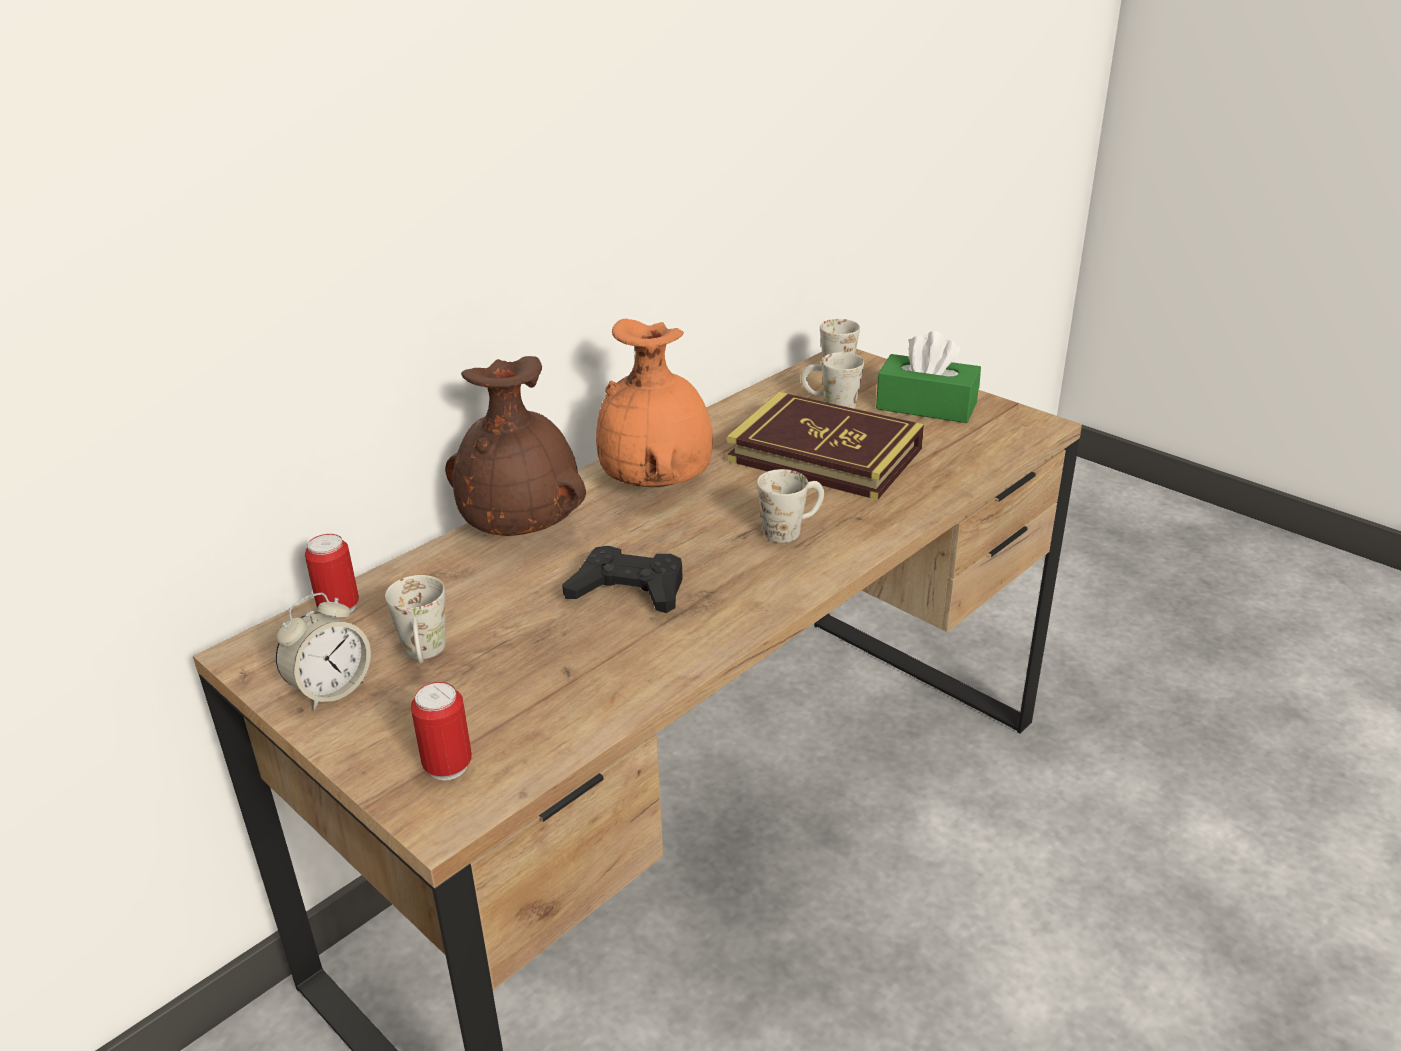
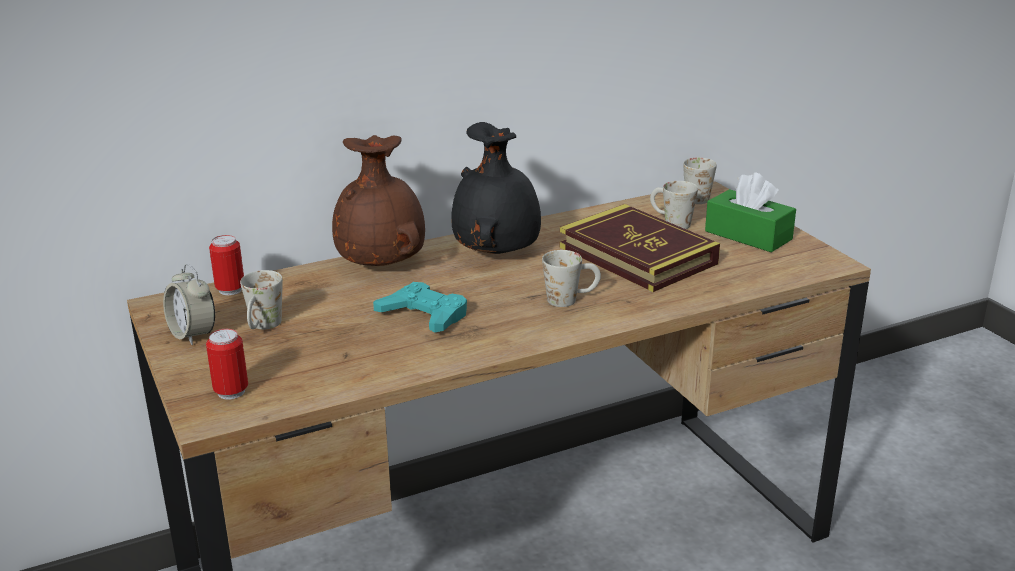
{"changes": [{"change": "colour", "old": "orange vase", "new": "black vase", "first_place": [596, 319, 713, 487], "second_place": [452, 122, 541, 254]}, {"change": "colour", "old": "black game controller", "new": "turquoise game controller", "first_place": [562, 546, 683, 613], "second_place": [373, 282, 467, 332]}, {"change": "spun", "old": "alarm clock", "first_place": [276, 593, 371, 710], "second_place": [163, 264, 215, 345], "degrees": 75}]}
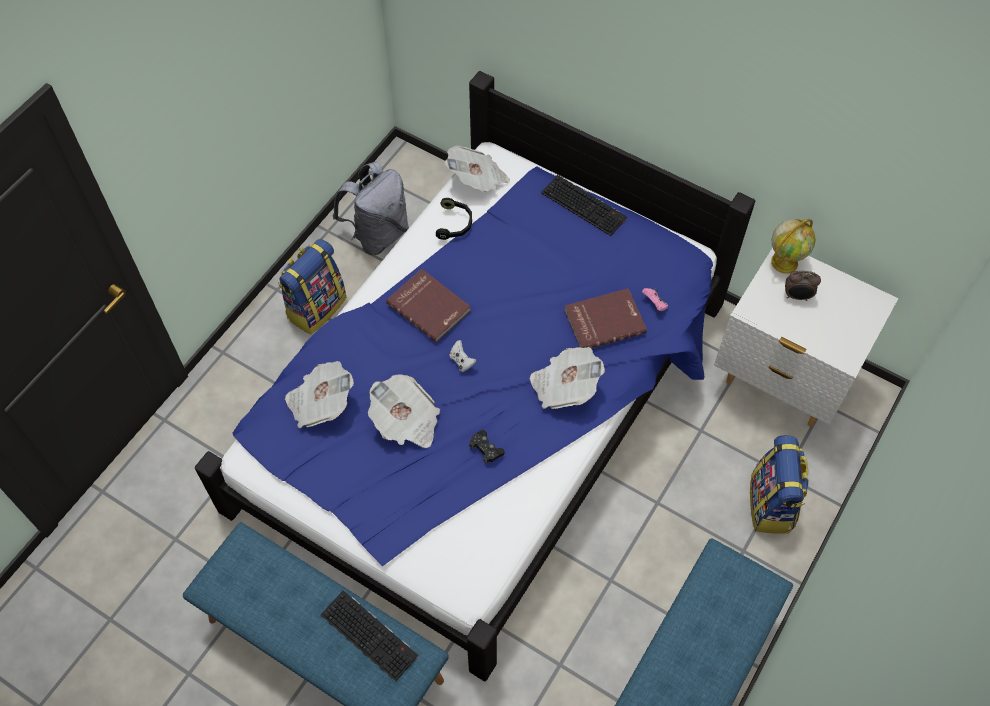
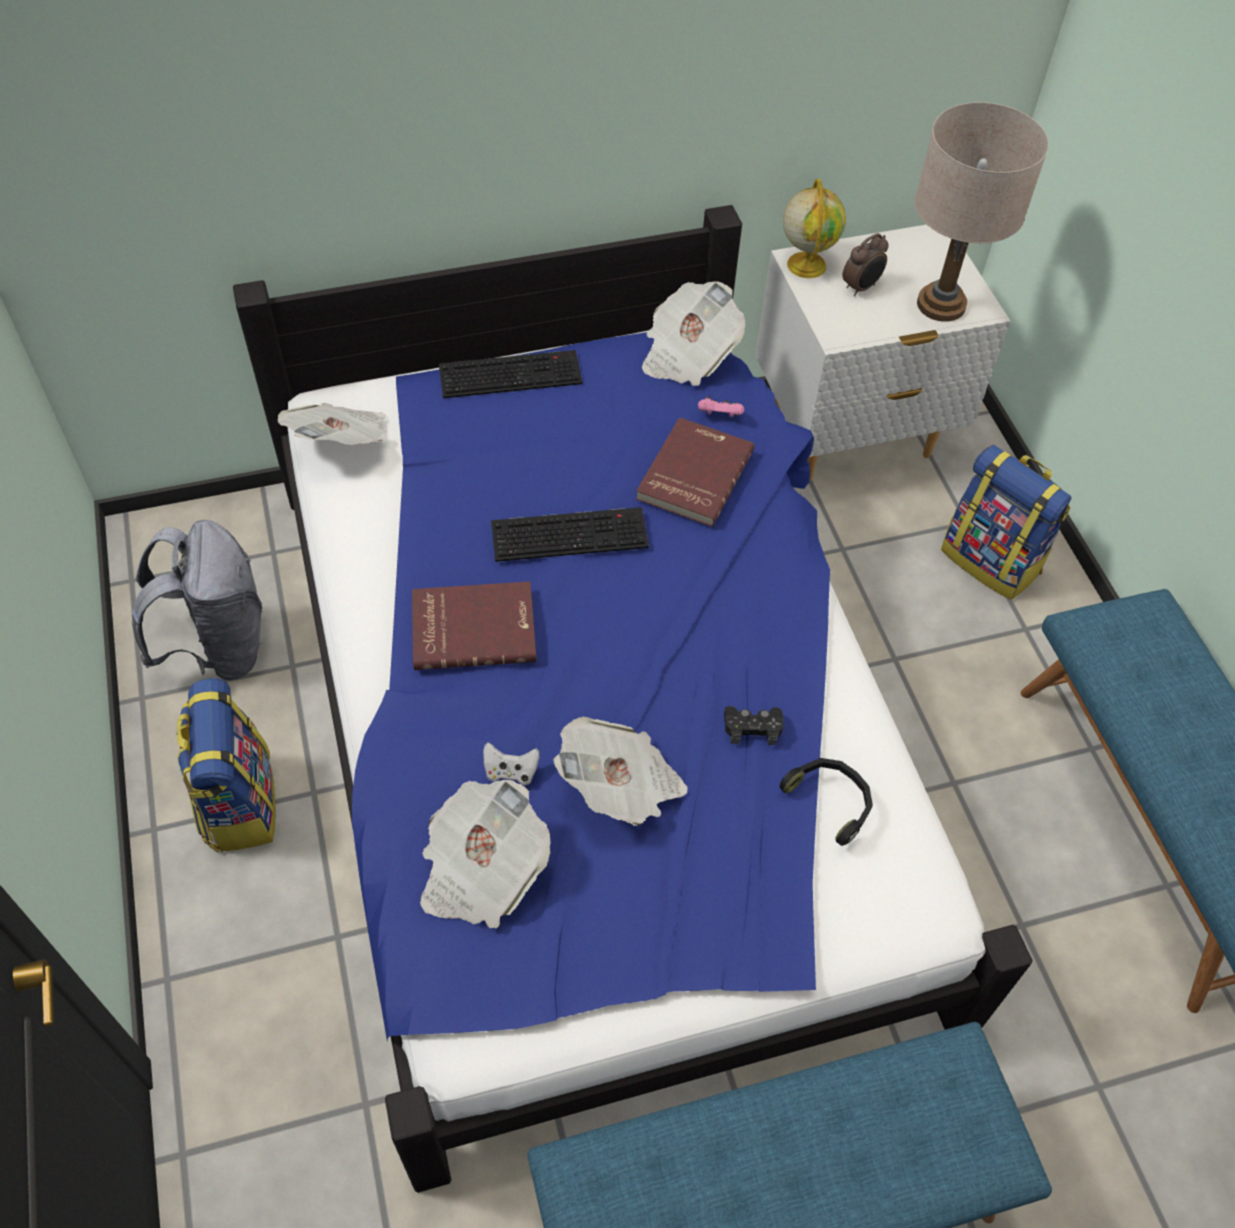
{"changes": [{"change": "relocated", "old": "black headphones", "first_place": [436, 198, 472, 240], "second_place": [779, 758, 873, 846]}, {"change": "relocated", "old": "white game controller", "first_place": [449, 340, 476, 372], "second_place": [483, 742, 539, 785]}, {"change": "relocated", "old": "newspaper", "first_place": [530, 347, 605, 409], "second_place": [642, 281, 745, 386]}, {"change": "relocated", "old": "keyboard", "first_place": [321, 590, 418, 682], "second_place": [491, 507, 649, 562]}, {"change": "appeared", "new": "beige table lamp", "second_place": [915, 102, 1049, 322]}]}
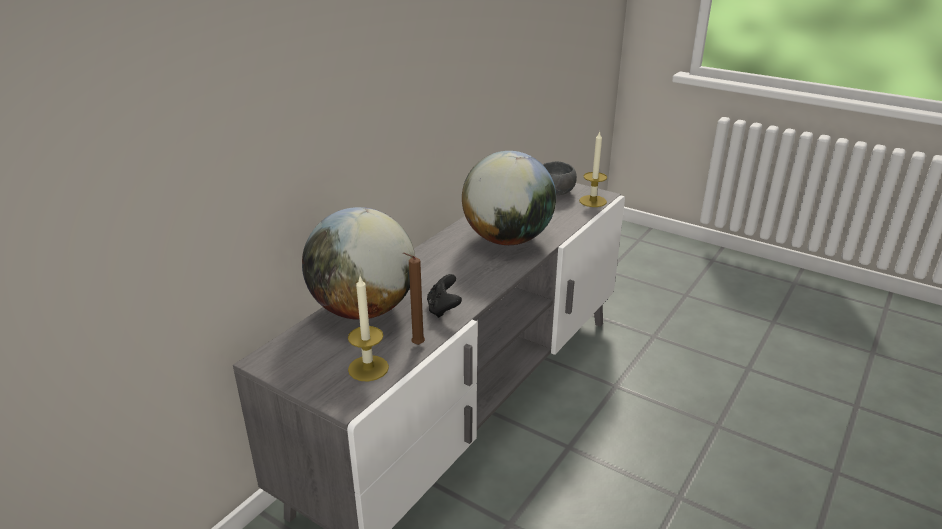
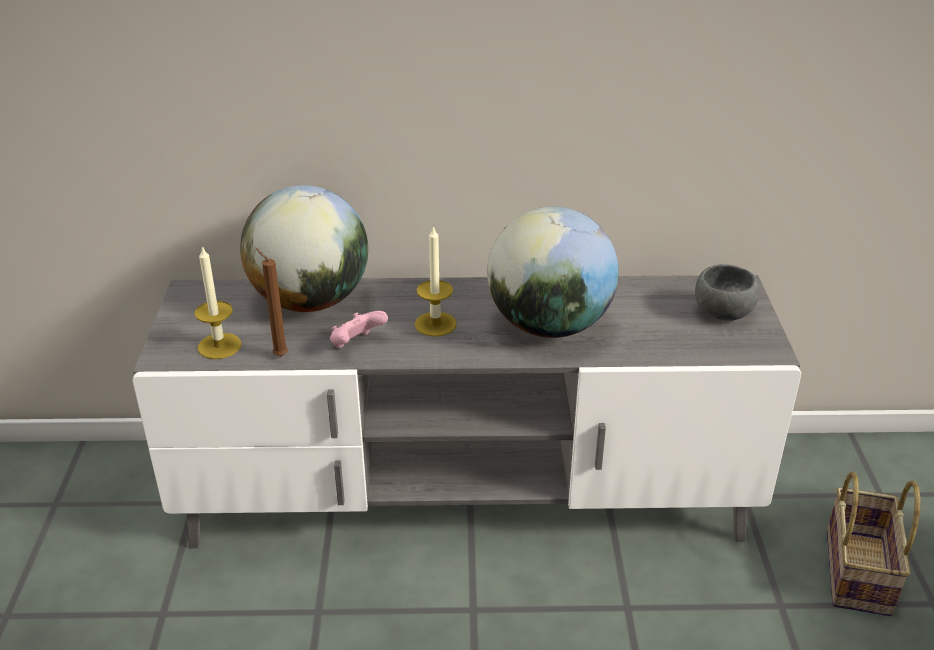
{"changes": [{"change": "relocated", "old": "candle", "first_place": [579, 131, 607, 207], "second_place": [415, 225, 457, 337]}, {"change": "colour", "old": "black game controller", "new": "pink game controller", "first_place": [427, 274, 462, 318], "second_place": [330, 311, 388, 348]}, {"change": "appeared", "new": "basket", "second_place": [827, 471, 921, 616]}]}
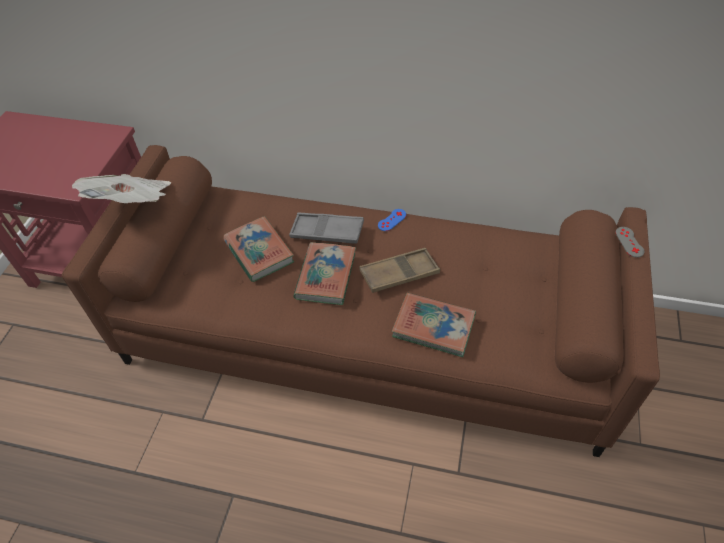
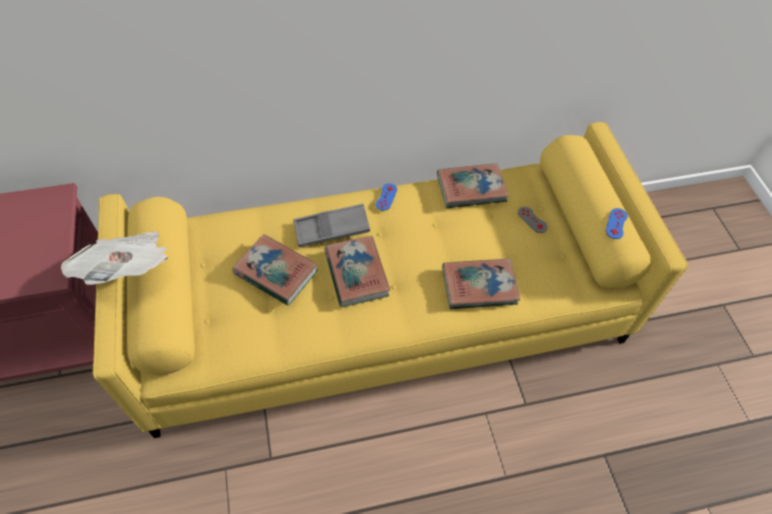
{"changes": [{"change": "colour", "old": "brown sofa", "new": "yellow sofa", "first_place": [62, 145, 660, 457], "second_place": [93, 122, 688, 438]}, {"change": "relocated", "old": "grey game controller", "first_place": [615, 227, 645, 258], "second_place": [518, 207, 548, 233]}, {"change": "missing", "old": "brown tray", "first_place": [359, 248, 440, 293]}, {"change": "appeared", "new": "book", "second_place": [437, 163, 509, 208]}, {"change": "appeared", "new": "blue game controller", "second_place": [606, 208, 628, 239]}]}
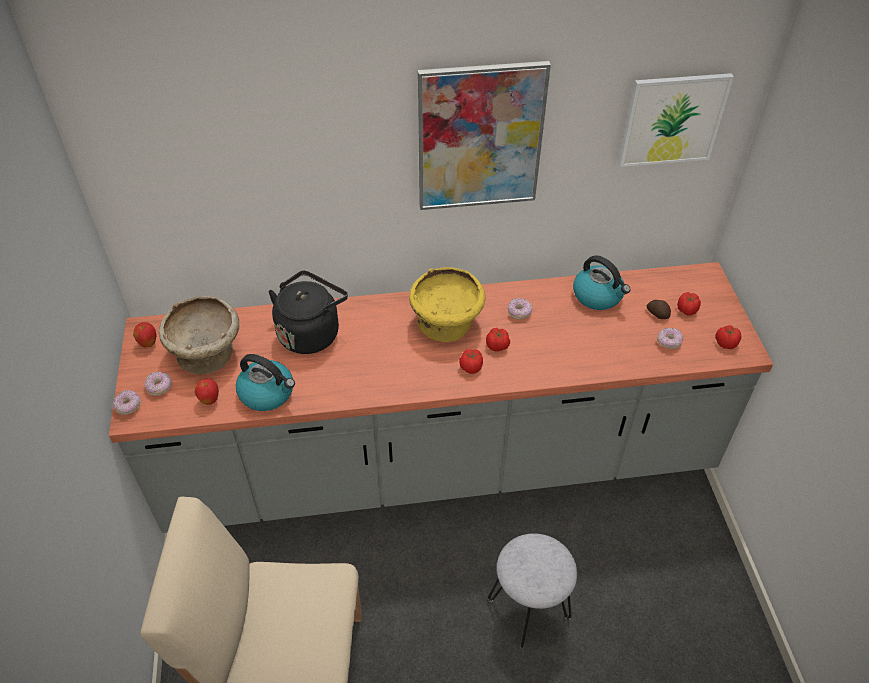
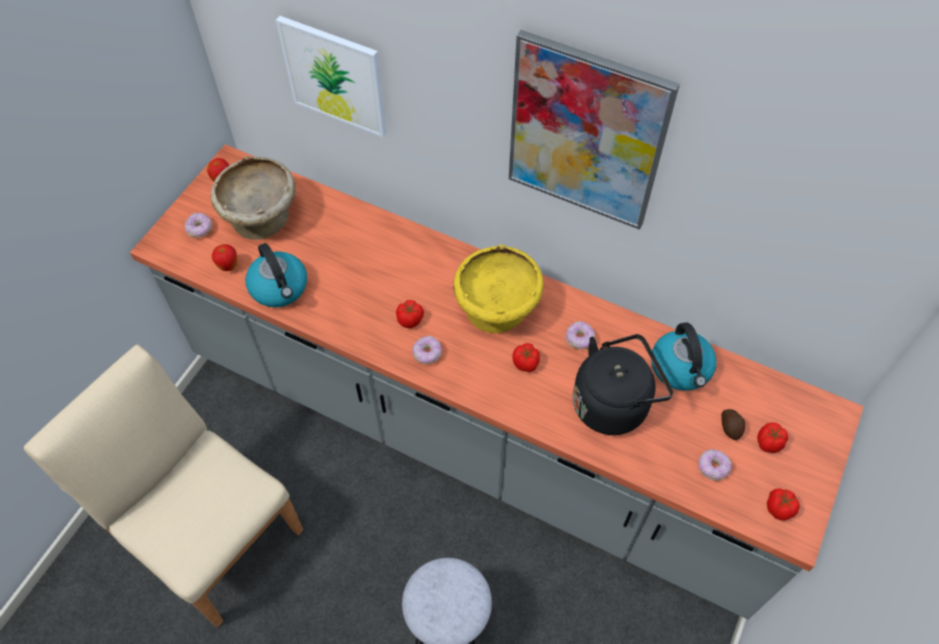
{"changes": [{"change": "relocated", "old": "picture", "first_place": [619, 73, 734, 167], "second_place": [276, 16, 387, 137]}, {"change": "relocated", "old": "black kettle", "first_place": [268, 271, 348, 354], "second_place": [573, 334, 673, 435]}, {"change": "relocated", "old": "tomato", "first_place": [459, 349, 483, 374], "second_place": [396, 300, 424, 328]}, {"change": "relocated", "old": "donut", "first_place": [113, 390, 141, 415], "second_place": [412, 336, 442, 364]}]}
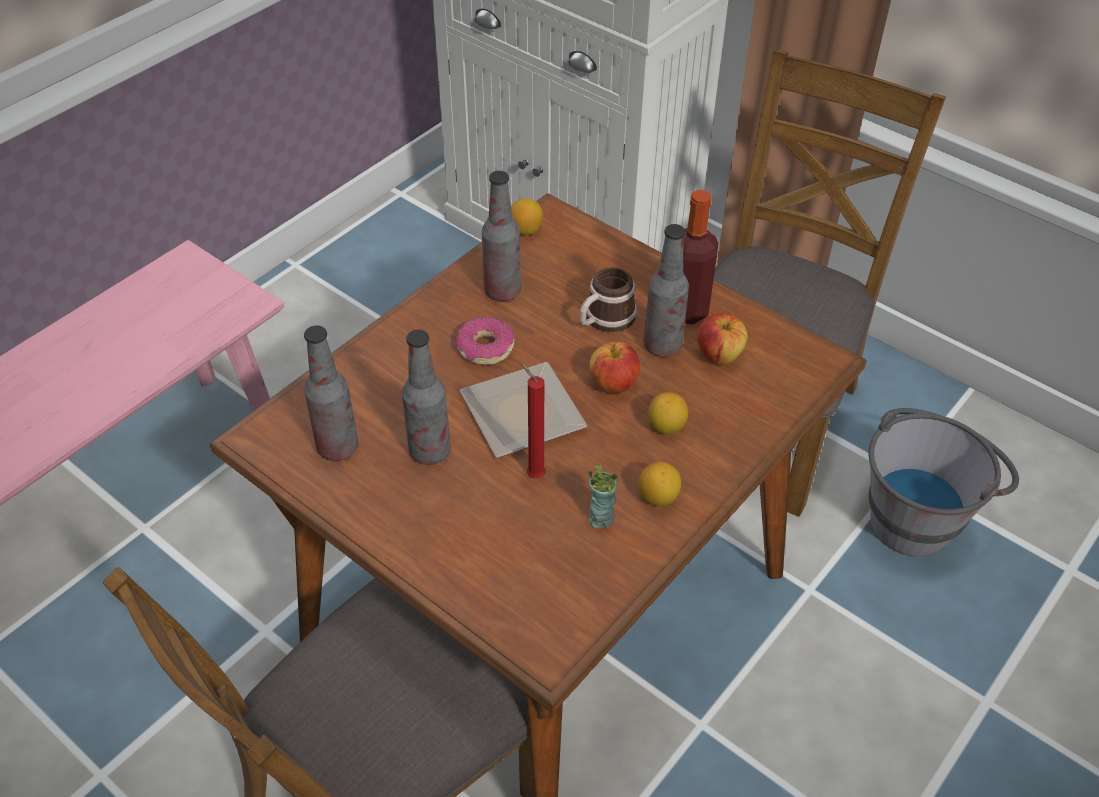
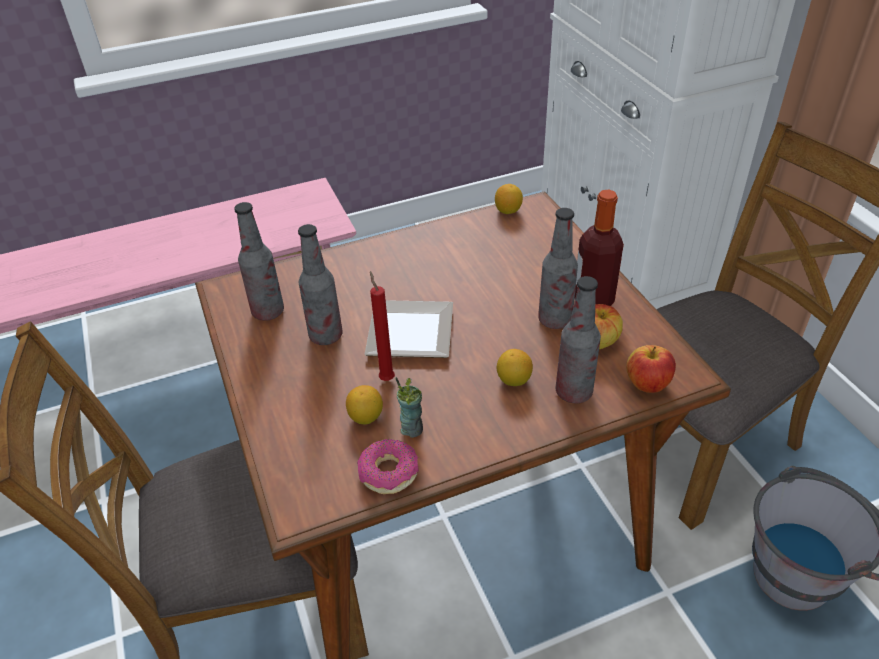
{"changes": [{"change": "relocated", "old": "bottle", "first_place": [482, 171, 521, 301], "second_place": [556, 276, 601, 403]}, {"change": "missing", "old": "mug", "first_place": [579, 267, 637, 333]}, {"change": "relocated", "old": "donut", "first_place": [456, 316, 515, 364], "second_place": [357, 439, 419, 494]}, {"change": "relocated", "old": "apple", "first_place": [589, 342, 640, 393], "second_place": [626, 345, 676, 393]}, {"change": "relocated", "old": "lemon", "first_place": [638, 462, 681, 506], "second_place": [346, 385, 383, 424]}]}
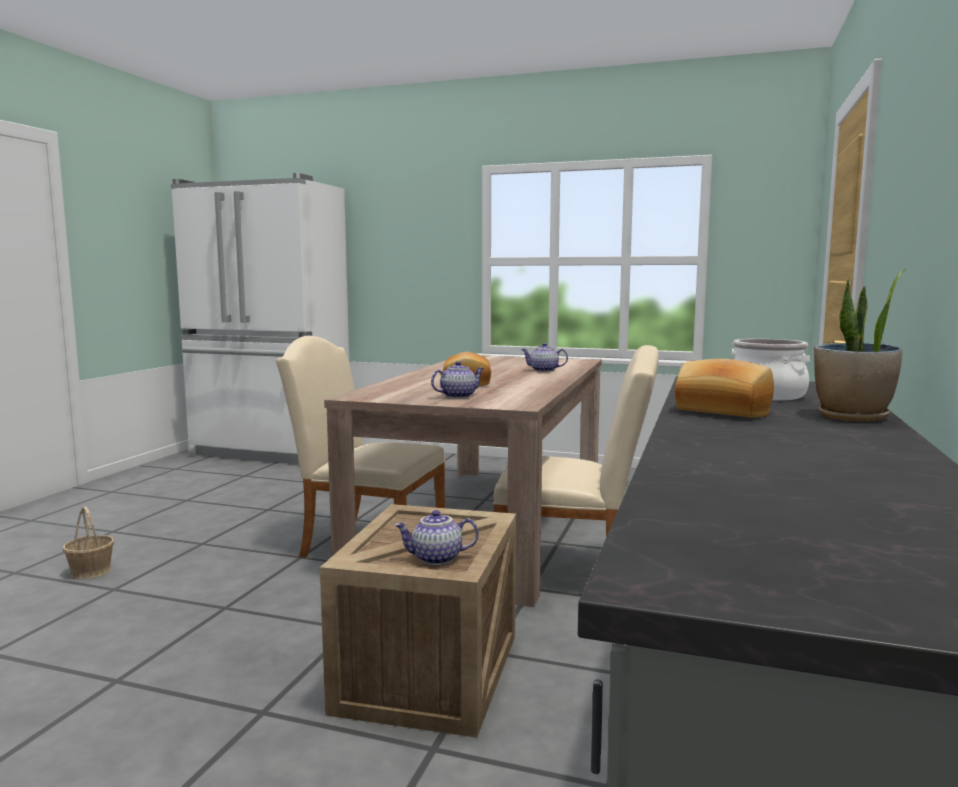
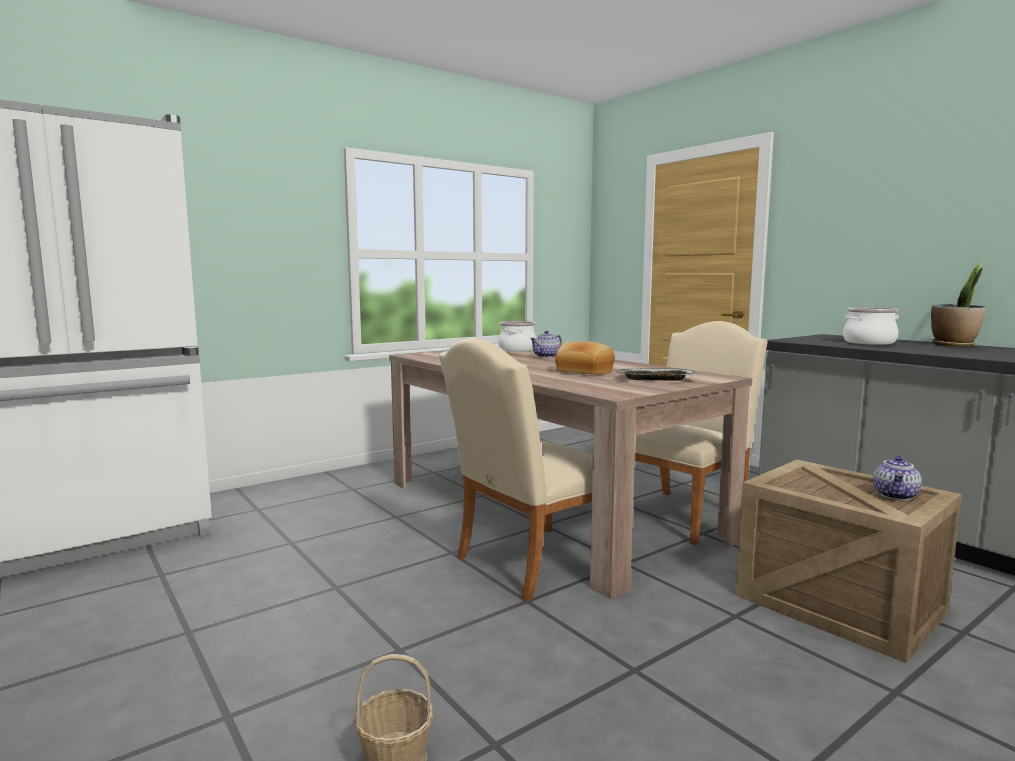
{"changes": [{"change": "missing", "old": "bread", "first_place": [674, 359, 774, 418]}, {"change": "exchanged", "old": "teapot", "new": "tray", "first_place": [431, 361, 484, 398], "second_place": [616, 368, 697, 381]}, {"change": "appeared", "new": "cooking pot", "second_place": [498, 321, 536, 352]}]}
